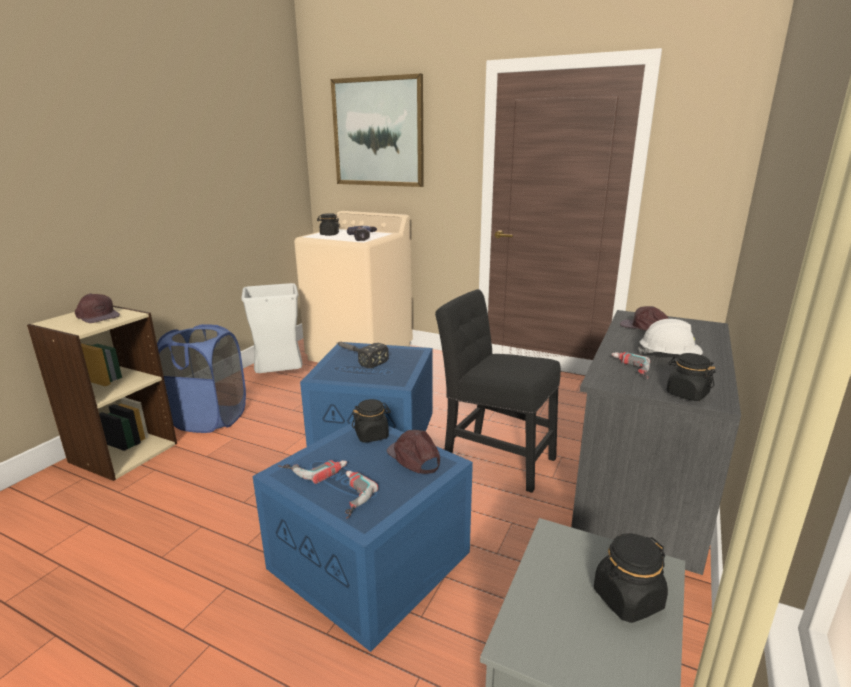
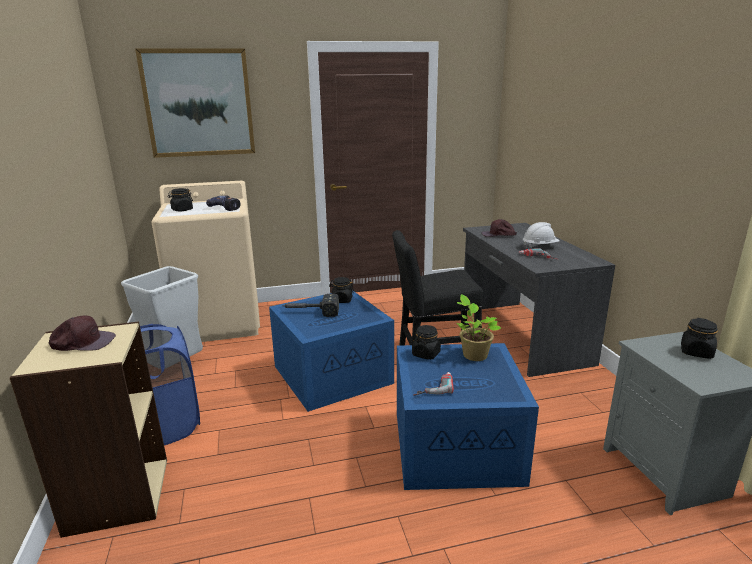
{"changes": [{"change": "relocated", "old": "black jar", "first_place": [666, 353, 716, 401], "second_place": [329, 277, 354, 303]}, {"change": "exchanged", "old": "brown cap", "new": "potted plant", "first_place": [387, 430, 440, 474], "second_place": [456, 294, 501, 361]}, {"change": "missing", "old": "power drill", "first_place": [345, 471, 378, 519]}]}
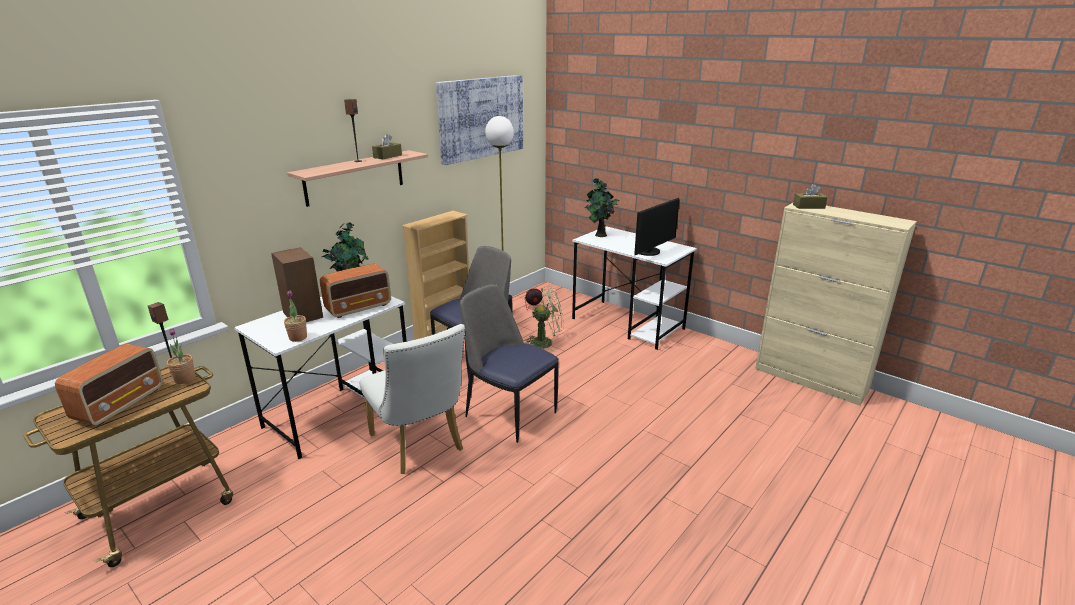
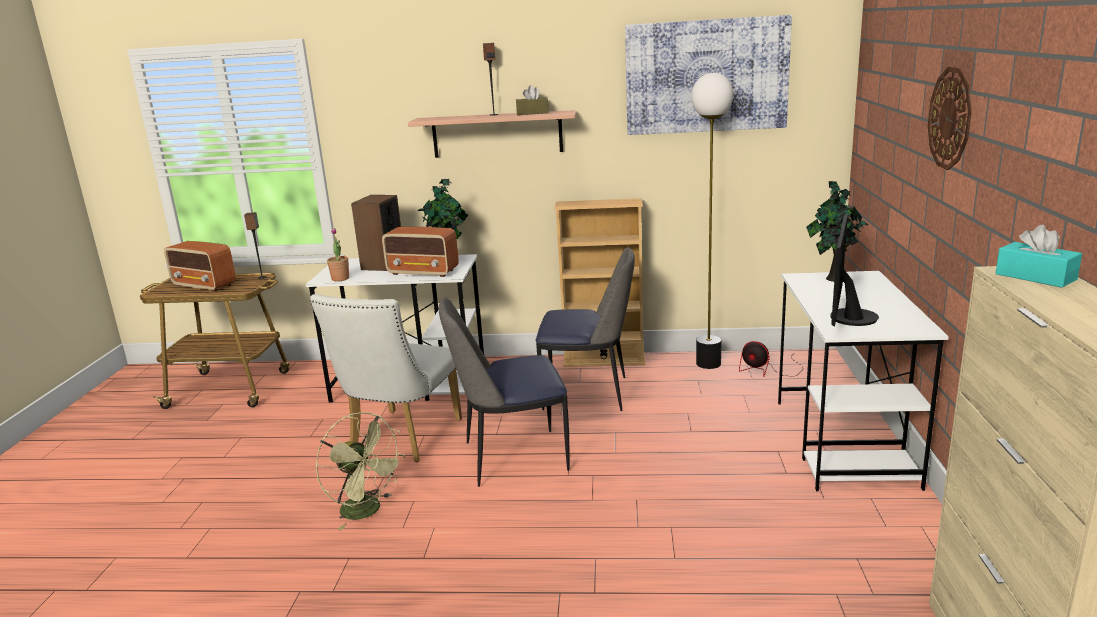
{"changes": [{"change": "colour", "old": "brown tissue box", "new": "turquoise tissue box", "first_place": [793, 184, 828, 209], "second_place": [996, 225, 1082, 288]}, {"change": "spun", "old": "monitor", "first_place": [634, 198, 679, 256], "second_place": [831, 214, 879, 327], "degrees": 105}, {"change": "spun", "old": "chair", "first_place": [460, 284, 559, 443], "second_place": [439, 297, 569, 487], "degrees": -105}, {"change": "relocated", "old": "green fan", "first_place": [524, 286, 564, 352], "second_place": [316, 412, 406, 531]}, {"change": "missing", "old": "potted plant", "first_place": [167, 329, 195, 384]}, {"change": "spun", "old": "radio", "first_place": [55, 344, 163, 426], "second_place": [164, 241, 236, 292], "degrees": 45}, {"change": "appeared", "new": "wall clock", "second_place": [928, 67, 972, 170]}]}
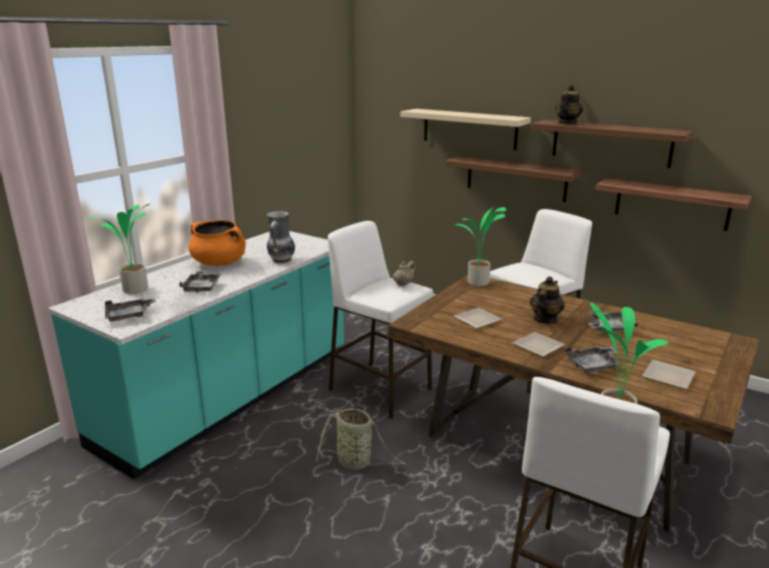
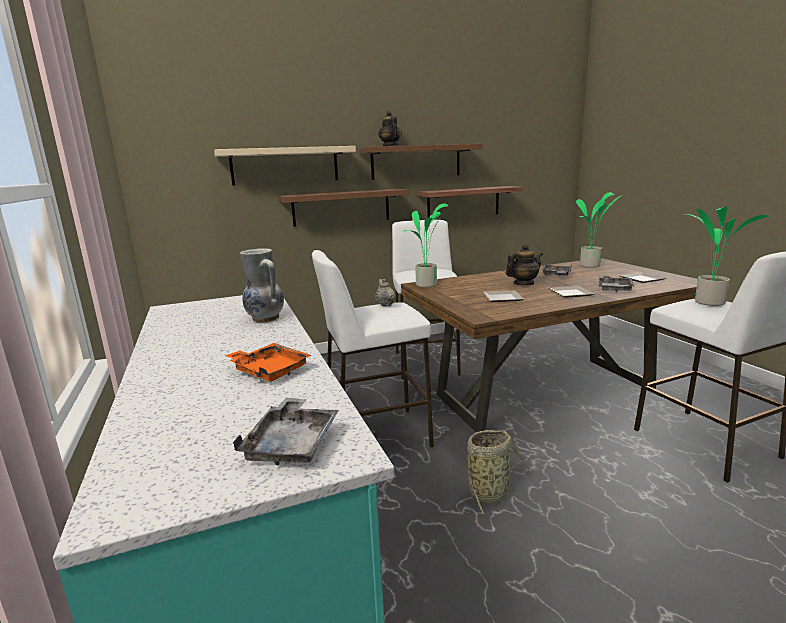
{"changes": [{"change": "relocated", "old": "potted plant", "first_place": [89, 204, 150, 294], "second_place": [576, 192, 622, 268]}, {"change": "missing", "old": "orange cooking pot", "first_place": [188, 220, 246, 266]}, {"change": "colour", "old": "grey tray", "new": "orange tray", "first_place": [179, 271, 222, 293], "second_place": [225, 343, 311, 382]}, {"change": "spun", "old": "teapot", "first_place": [530, 276, 565, 323], "second_place": [506, 244, 543, 285], "degrees": 90}]}
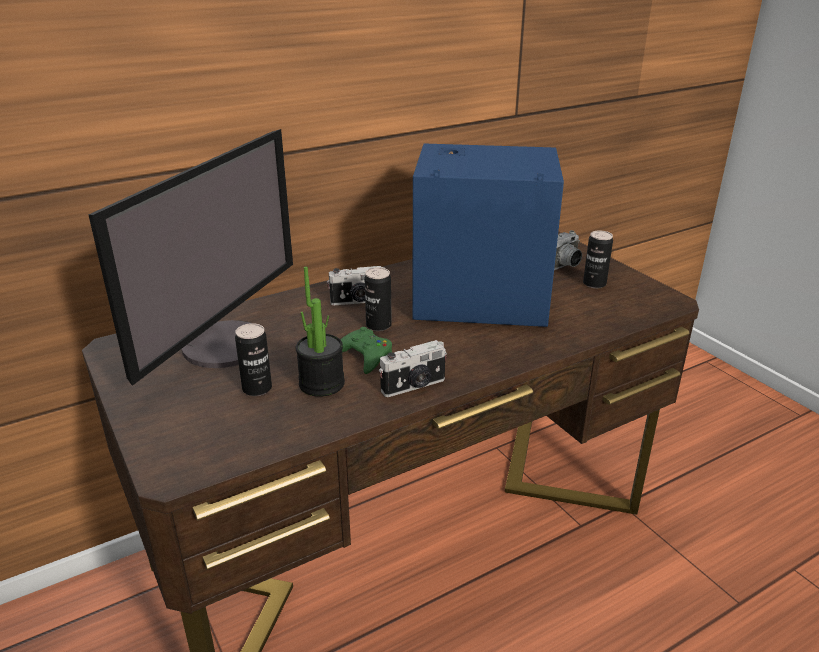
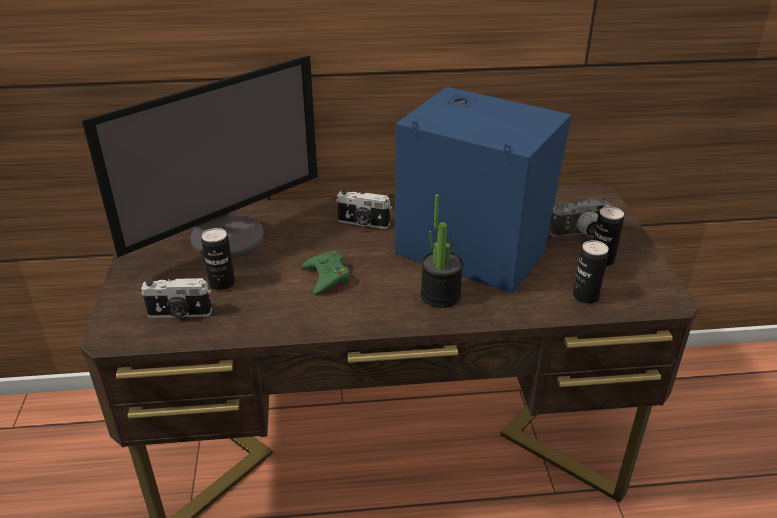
{"changes": [{"change": "relocated", "old": "potted plant", "first_place": [296, 266, 345, 397], "second_place": [420, 194, 463, 308]}, {"change": "relocated", "old": "can", "first_place": [364, 267, 392, 331], "second_place": [573, 240, 609, 304]}, {"change": "relocated", "old": "photo camera", "first_place": [379, 340, 447, 397], "second_place": [141, 278, 212, 318]}]}
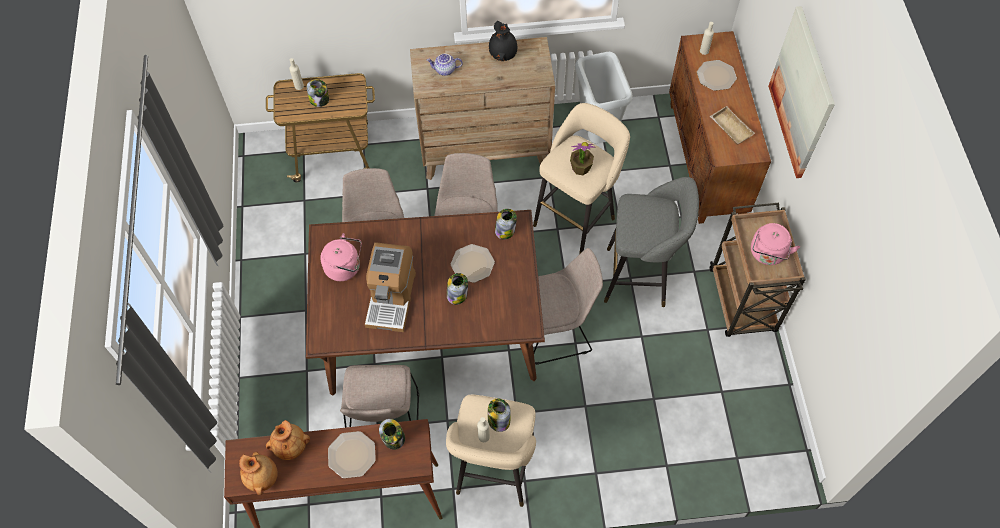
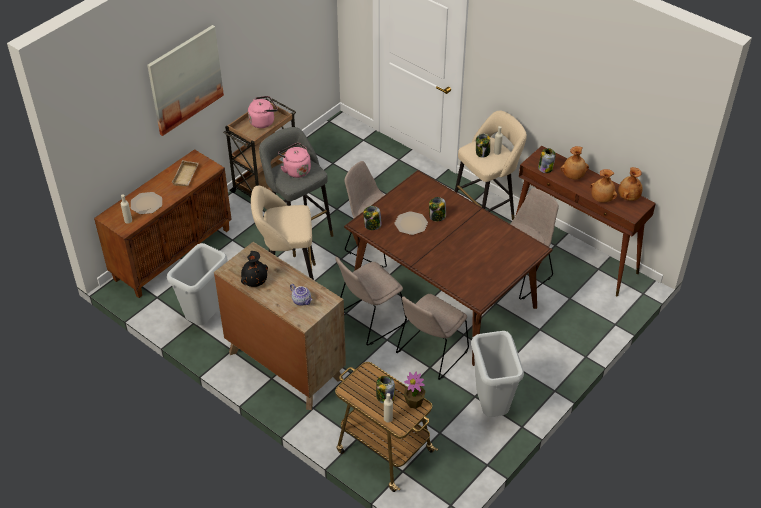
{"changes": [{"change": "relocated", "old": "potted plant", "first_place": [570, 142, 596, 175], "second_place": [404, 372, 426, 409]}, {"change": "relocated", "old": "pink kettle", "first_place": [320, 233, 362, 281], "second_place": [278, 143, 311, 178]}, {"change": "missing", "old": "coffee machine", "first_place": [365, 242, 416, 332]}, {"change": "exchanged", "old": "plate", "new": "brown vase", "first_place": [328, 431, 376, 478], "second_place": [560, 146, 589, 179]}, {"change": "appeared", "new": "grey trash can", "second_place": [471, 331, 524, 417]}]}
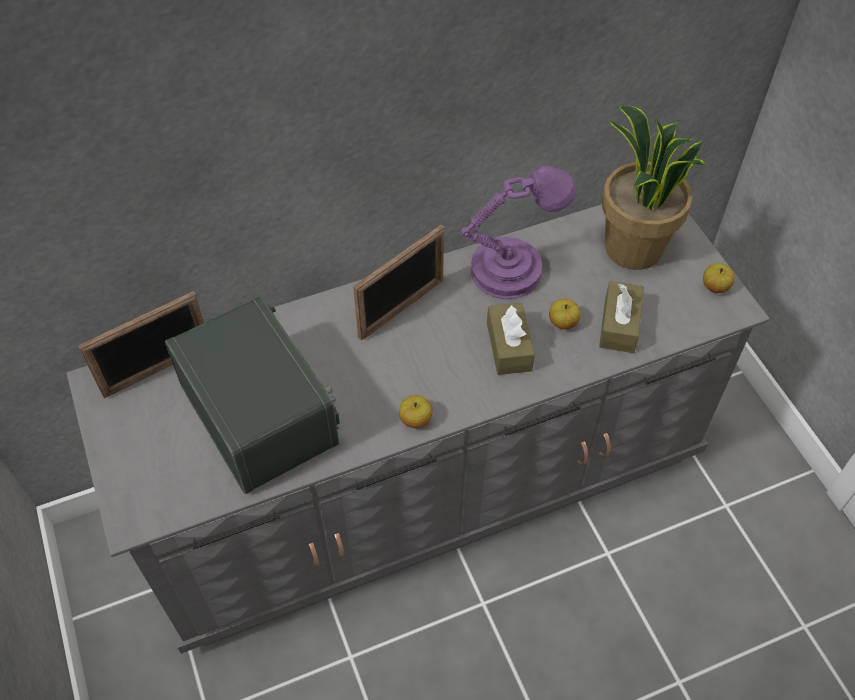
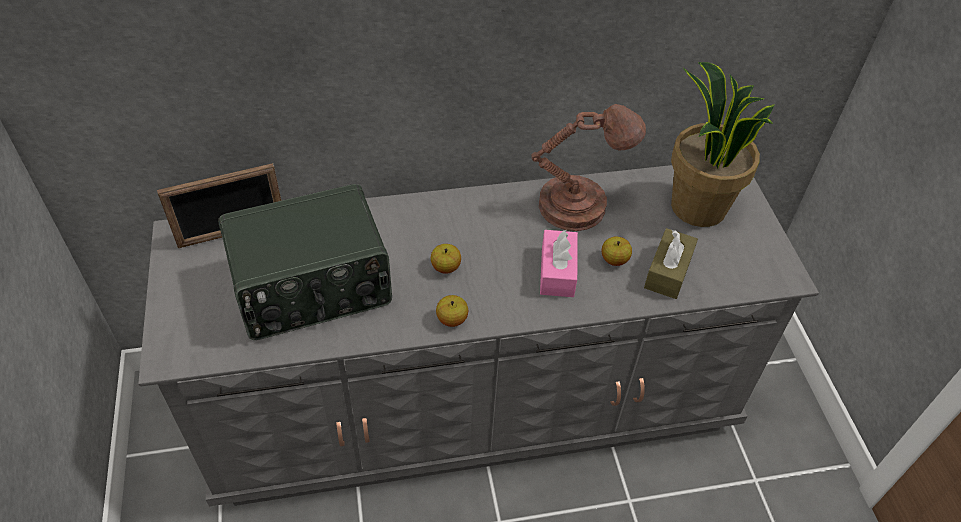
{"changes": [{"change": "colour", "old": "purple table lamp", "new": "brown table lamp", "first_place": [461, 166, 576, 299], "second_place": [532, 104, 646, 231]}, {"change": "missing", "old": "picture frame", "first_place": [353, 225, 444, 340]}, {"change": "relocated", "old": "apple", "first_place": [703, 263, 735, 293], "second_place": [431, 244, 461, 274]}, {"change": "spun", "old": "radio", "first_place": [165, 296, 340, 494], "second_place": [218, 184, 392, 340], "degrees": 90}, {"change": "colour", "old": "brown tissue box", "new": "pink tissue box", "first_place": [487, 302, 535, 375], "second_place": [540, 230, 578, 297]}]}
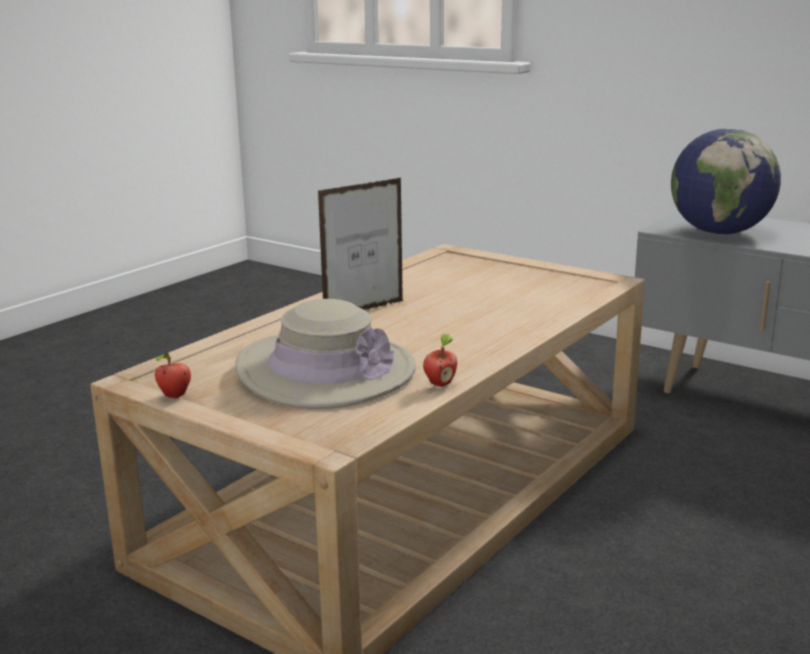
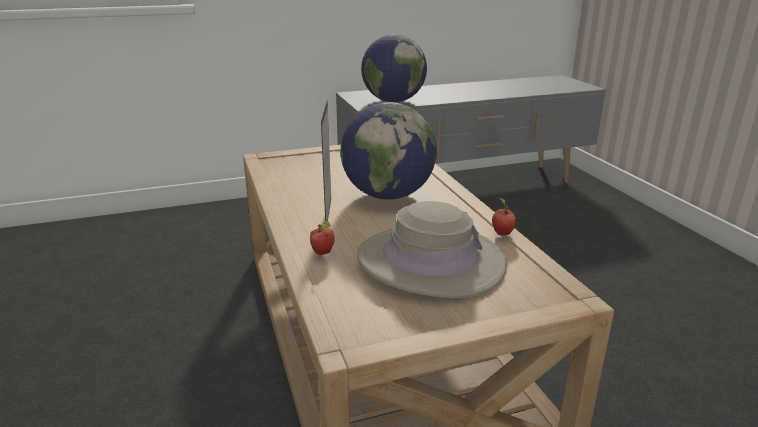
{"changes": [{"change": "relocated", "old": "apple", "first_place": [155, 353, 191, 398], "second_place": [310, 220, 335, 255]}, {"change": "appeared", "new": "globe", "second_place": [340, 102, 437, 200]}]}
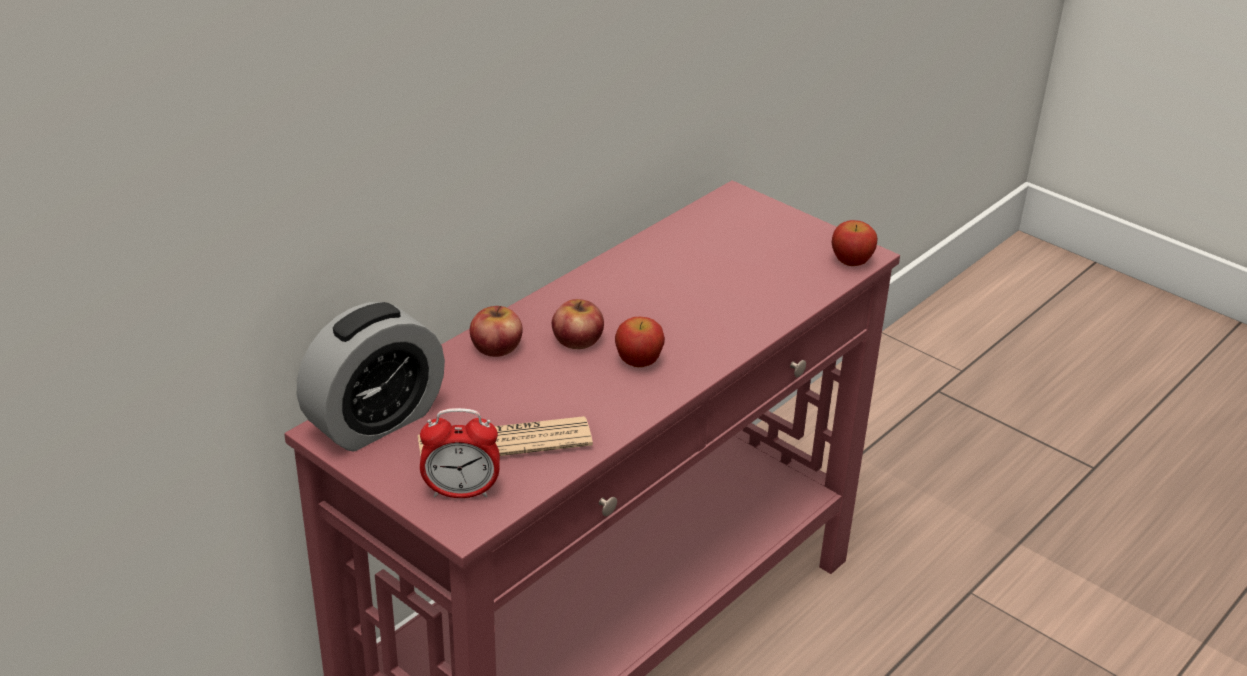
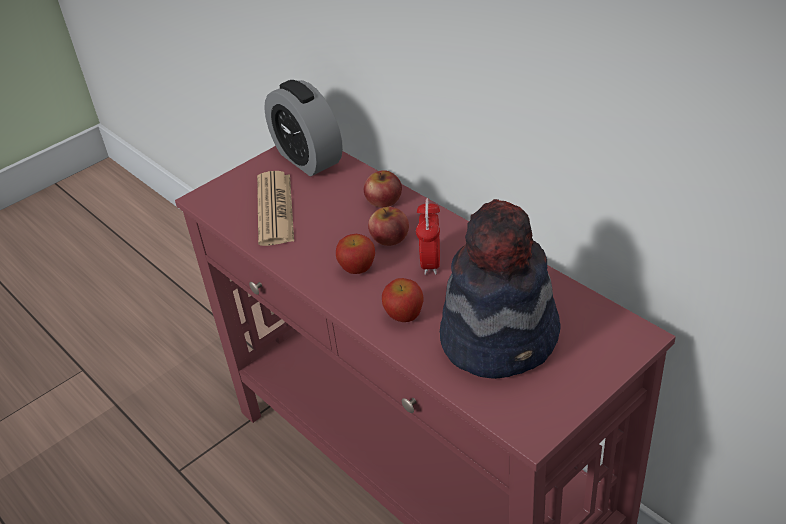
{"changes": [{"change": "relocated", "old": "apple", "first_place": [832, 220, 878, 266], "second_place": [382, 278, 423, 322]}, {"change": "relocated", "old": "alarm clock", "first_place": [420, 408, 500, 498], "second_place": [416, 198, 440, 275]}, {"change": "appeared", "new": "hat", "second_place": [440, 199, 561, 379]}]}
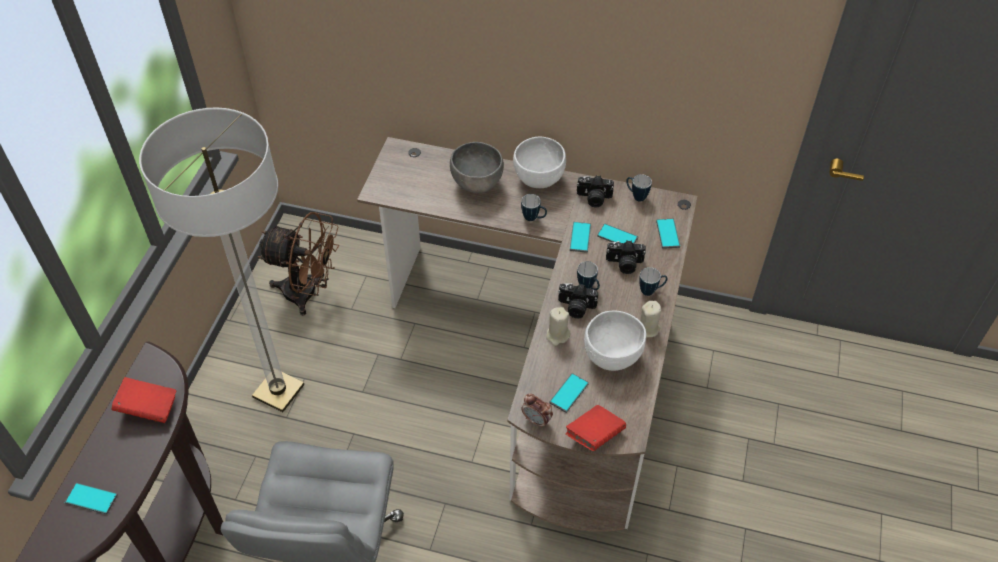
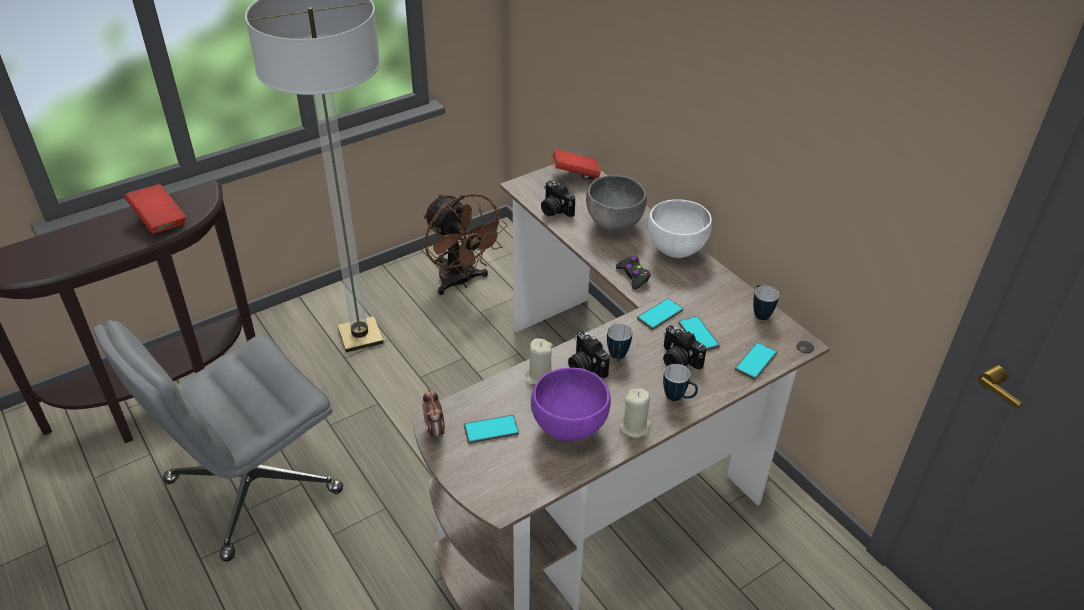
{"changes": [{"change": "relocated", "old": "photo camera", "first_place": [577, 175, 614, 208], "second_place": [541, 180, 575, 217]}, {"change": "exchanged", "old": "mug", "new": "black game controller", "first_place": [521, 194, 547, 221], "second_place": [616, 256, 651, 290]}, {"change": "colour", "old": "white bowl", "new": "purple bowl", "first_place": [584, 311, 646, 371], "second_place": [531, 368, 611, 441]}, {"change": "relocated", "old": "red book", "first_place": [565, 405, 626, 451], "second_place": [551, 149, 601, 178]}, {"change": "missing", "old": "phone", "first_place": [64, 483, 118, 514]}]}
